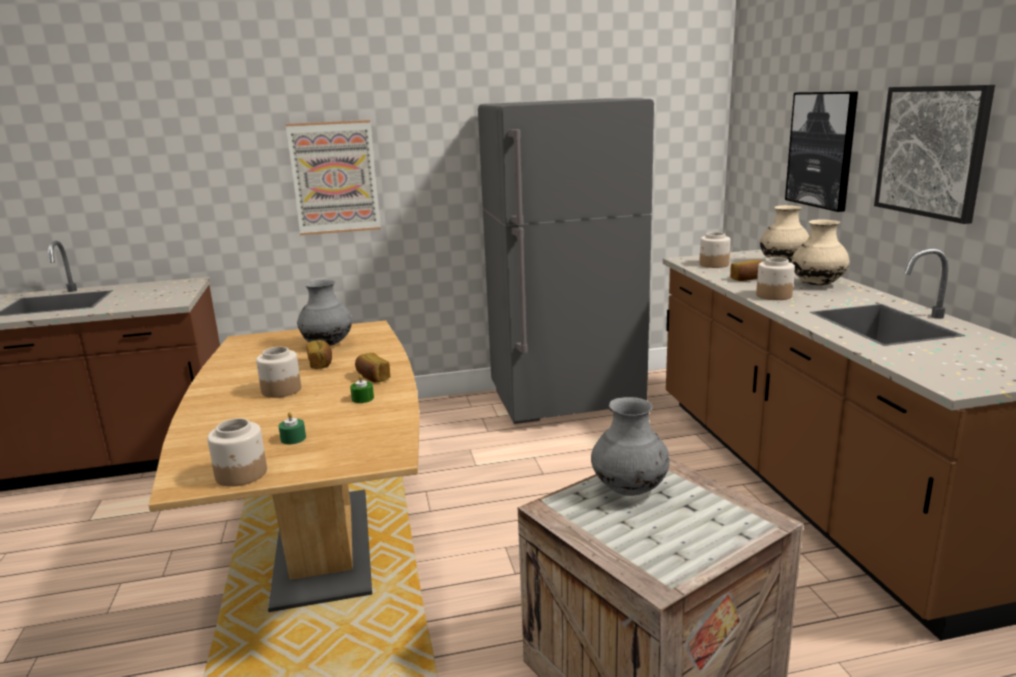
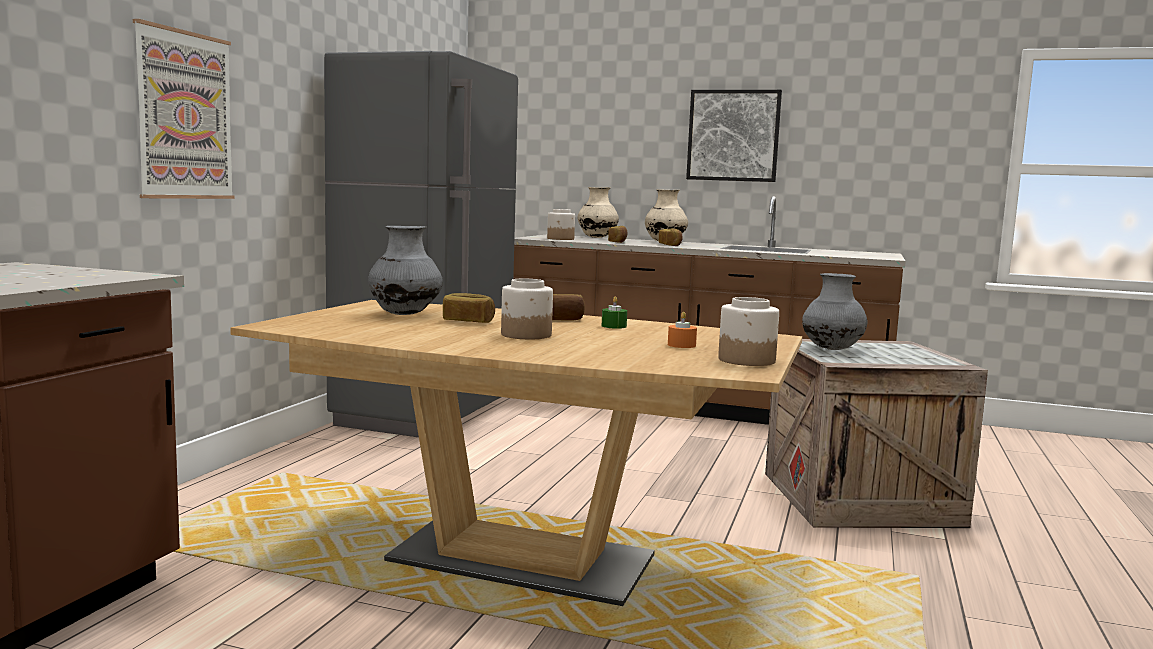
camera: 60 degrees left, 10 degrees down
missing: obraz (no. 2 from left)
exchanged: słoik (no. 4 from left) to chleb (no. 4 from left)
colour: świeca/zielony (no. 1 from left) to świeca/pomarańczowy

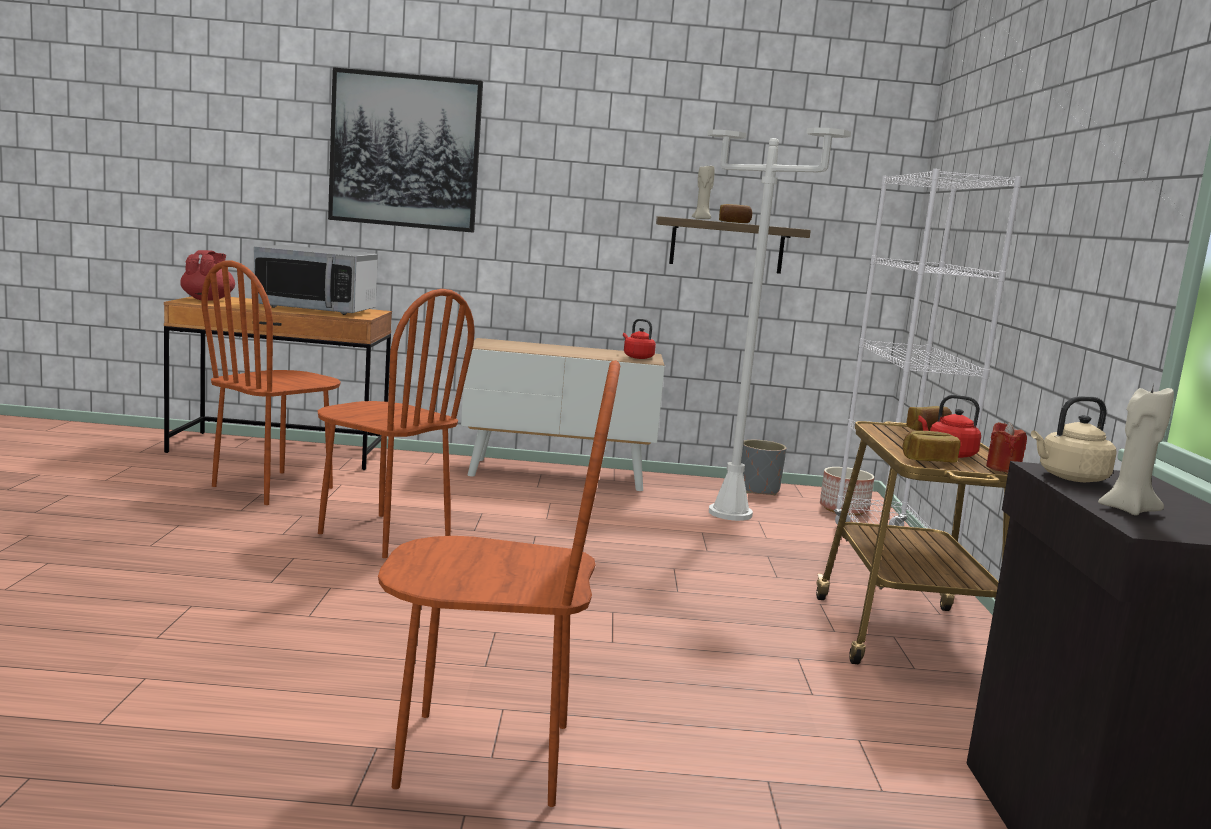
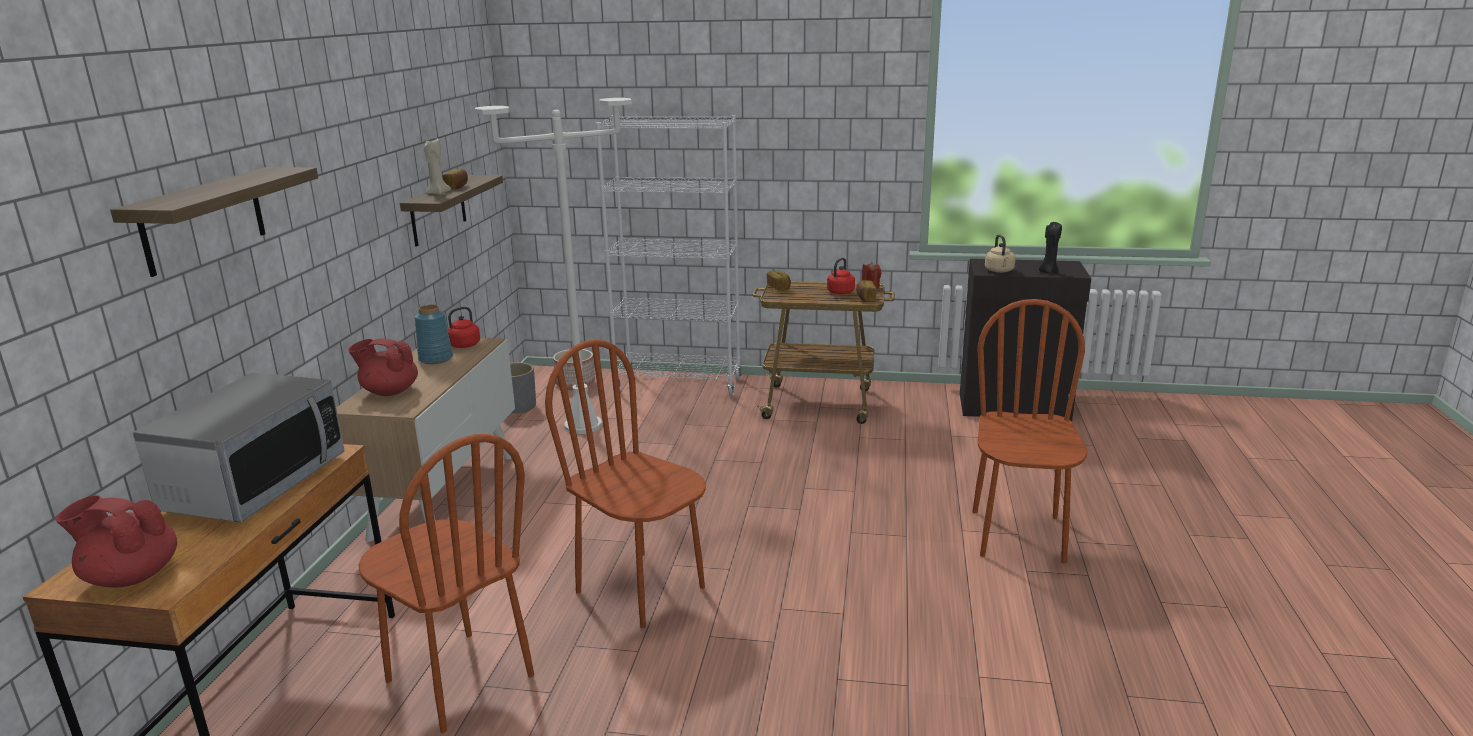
camera: 80 degrees left, 10 degrees up
appeared: imbryk/czerwony (no. 2 from left); wazon/niebieski
exchanged: obraz to półka (no. 1 from left)
colour: świeca/beżowy (no. 2 from left) to świeca/czarny
spun: krzesło/brązowy (no. 2 from left) 90 degrees counterclockwise

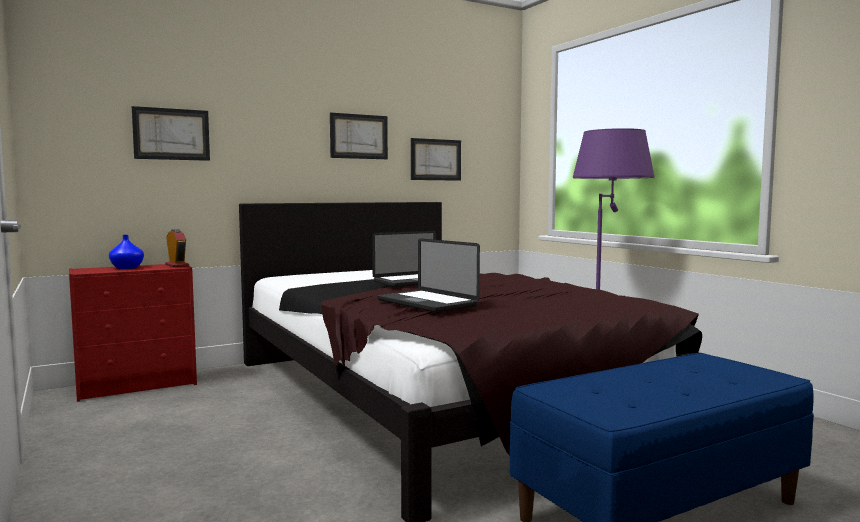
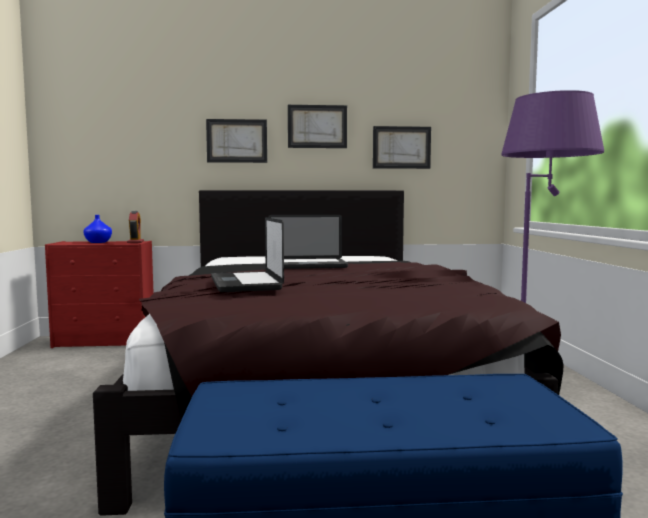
camera: 25 degrees right, 0 degrees up
relocated: obraz (no. 1 from left)

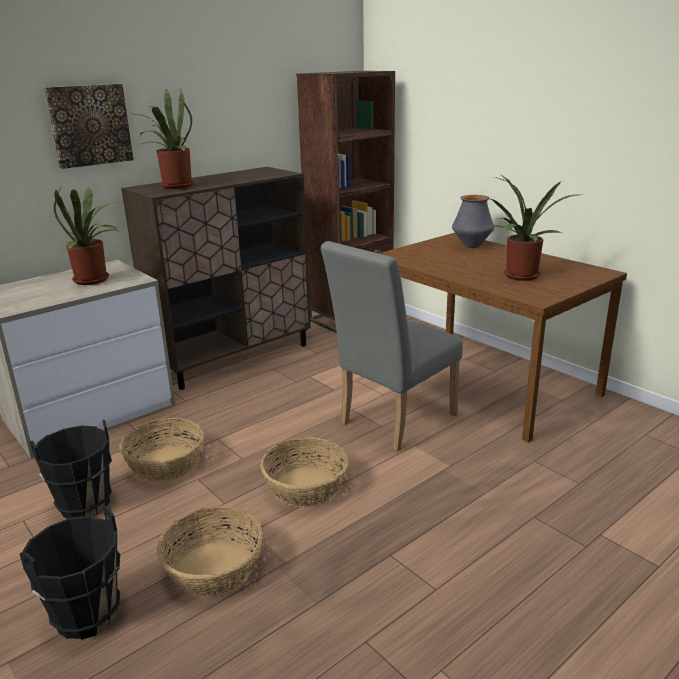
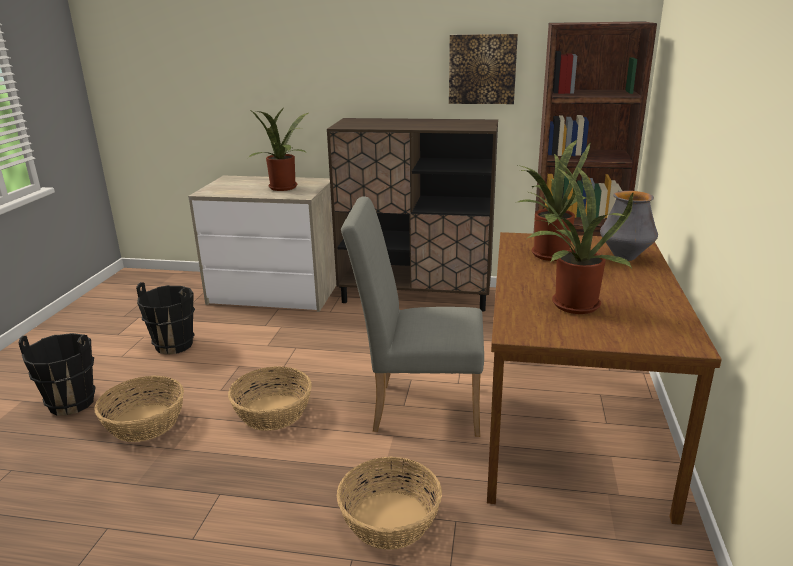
camera: 50 degrees right, 0 degrees up
relocated: obraz; koszyk (no. 1 from left in the first image) to koszyk (no. 3 from left); roślina doniczkowa (no. 2 from left)

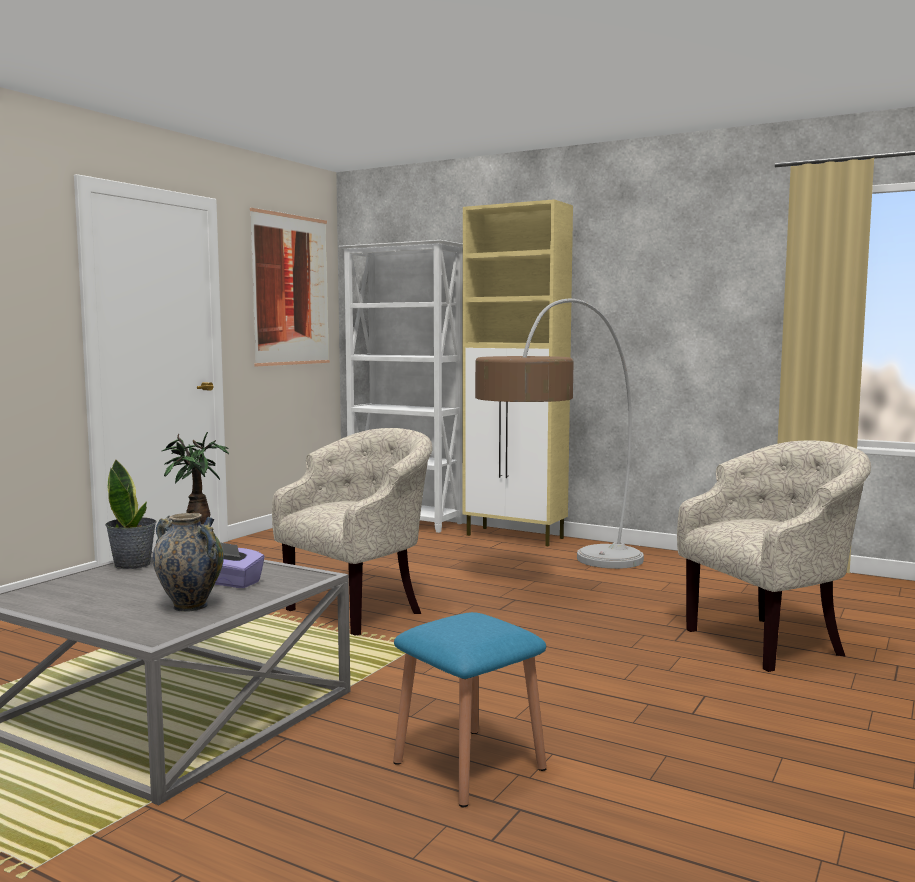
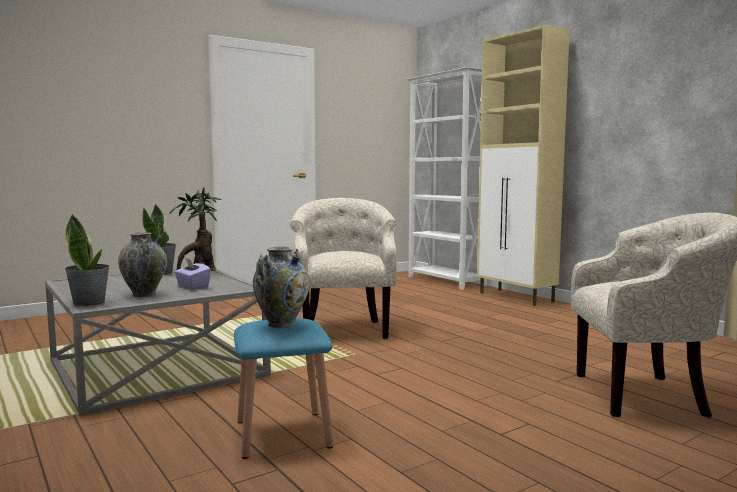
camera: 25 degrees right, 0 degrees up
missing: obraz; lampa stojąca
appeared: roślina doniczkowa (no. 1 from left); wazon (no. 2 from left)
spun: fotel/beżowy (no. 1 from left) 75 degrees counterclockwise

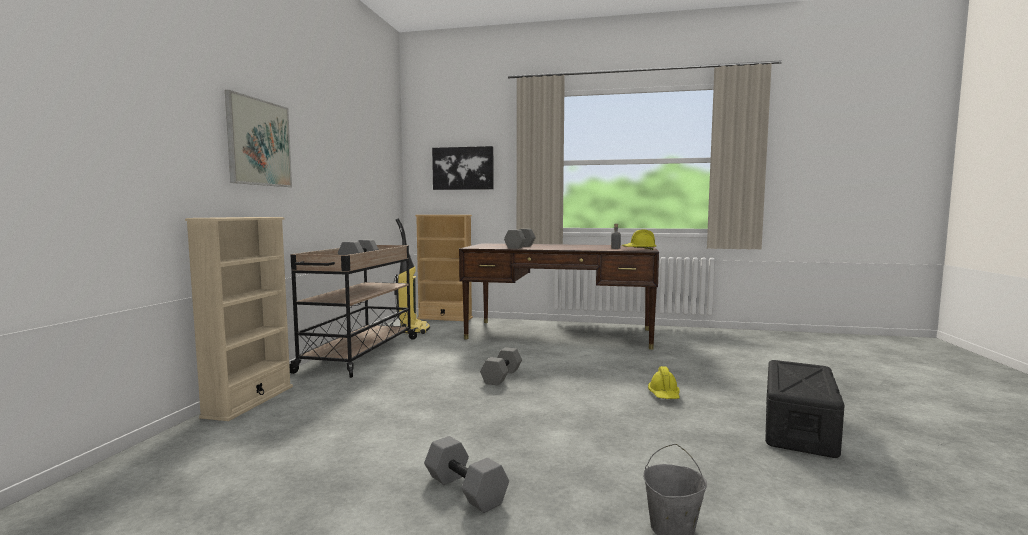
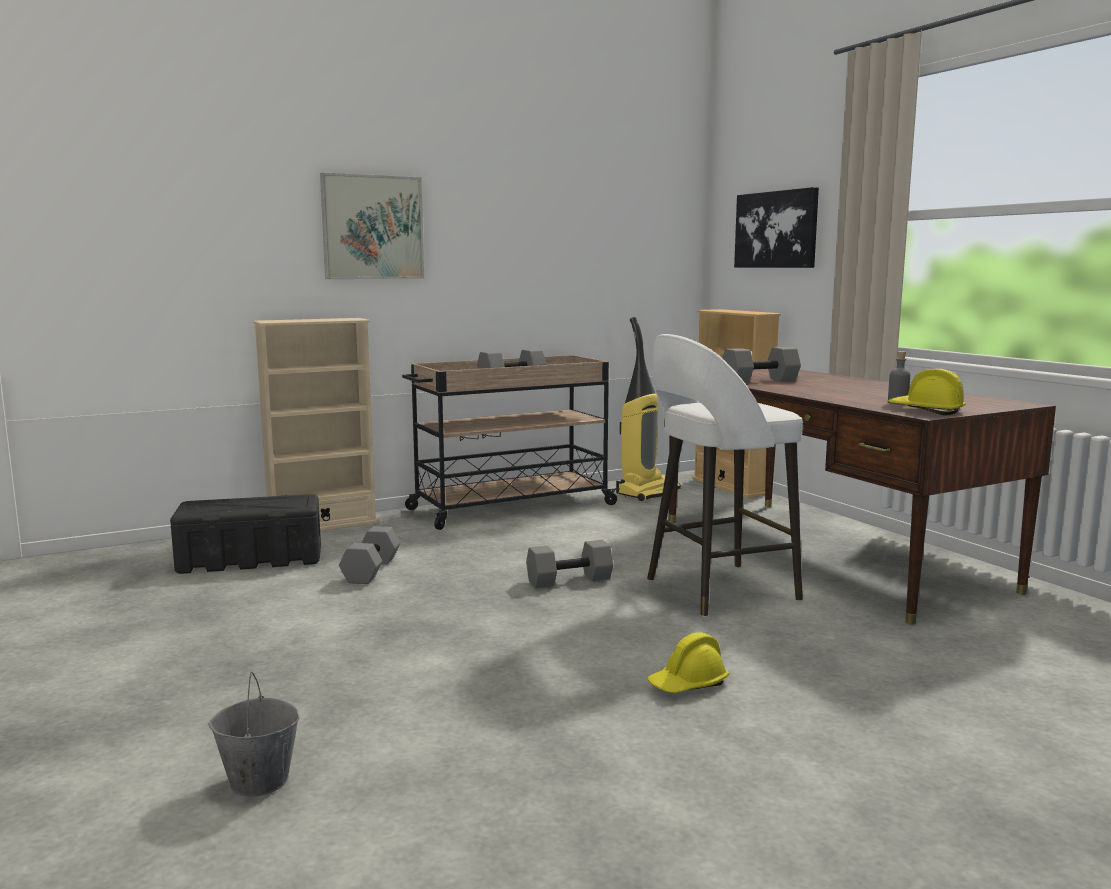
camera: 50 degrees right, 5 degrees up
appeared: stołek/biały
relocated: hantel/szary (no. 2 from left in the first image) to hantel/szary (no. 1 from left); pojemnik do przechowywania/czarny

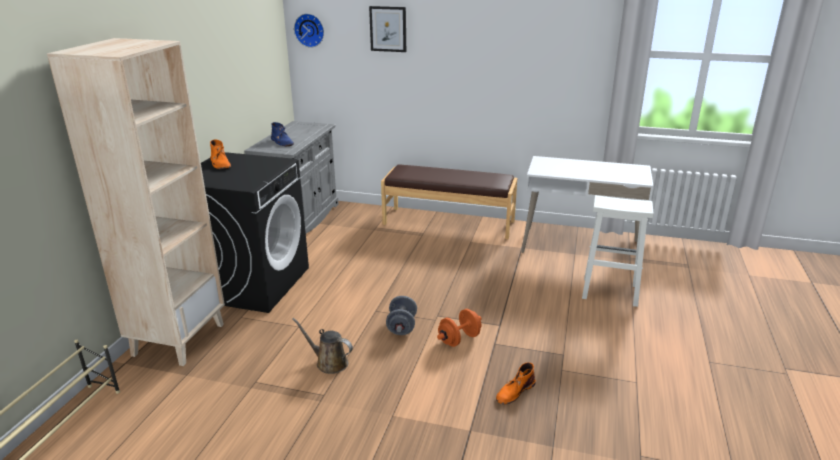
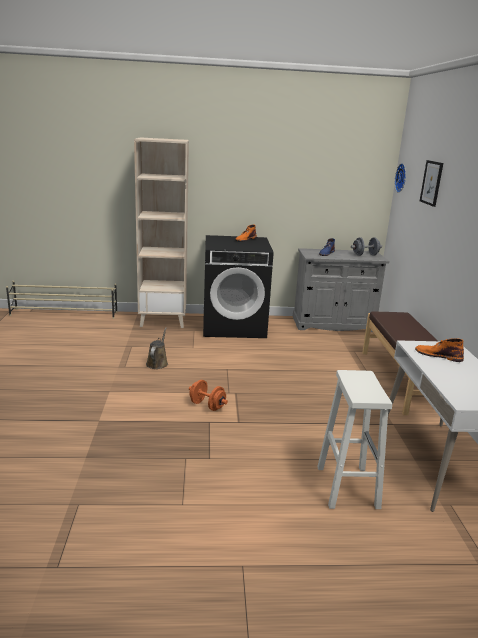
camera: 70 degrees right, 5 degrees down
relocated: hantel/szary; but z cholewką/pomarańczowy (no. 2 from left)

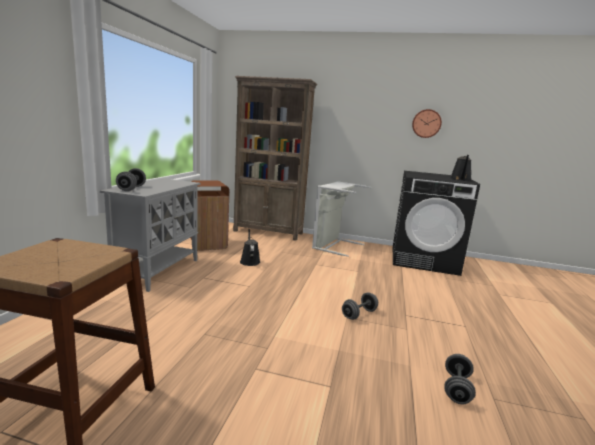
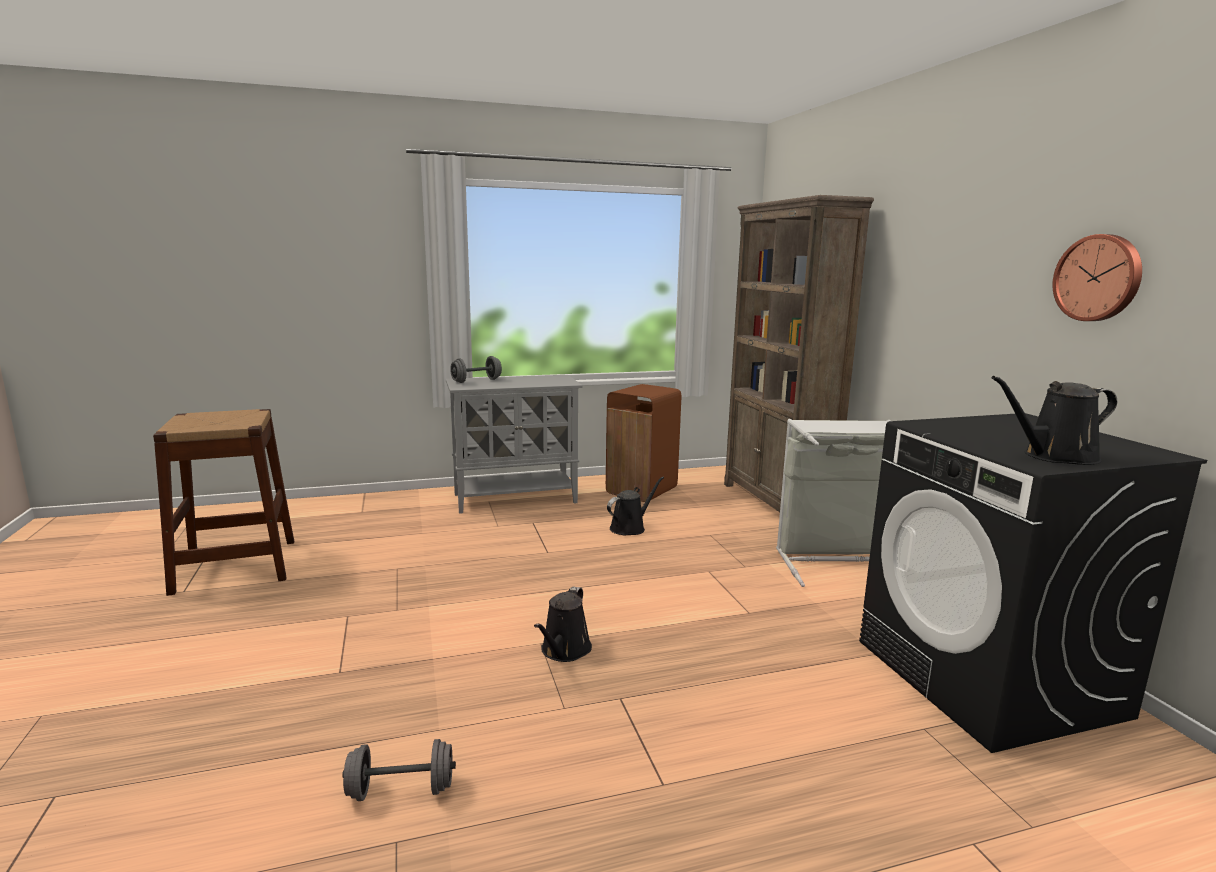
camera: 60 degrees right, 0 degrees up
exchanged: hantel/szary (no. 2 from left) to konewka/czarny (no. 1 from left)

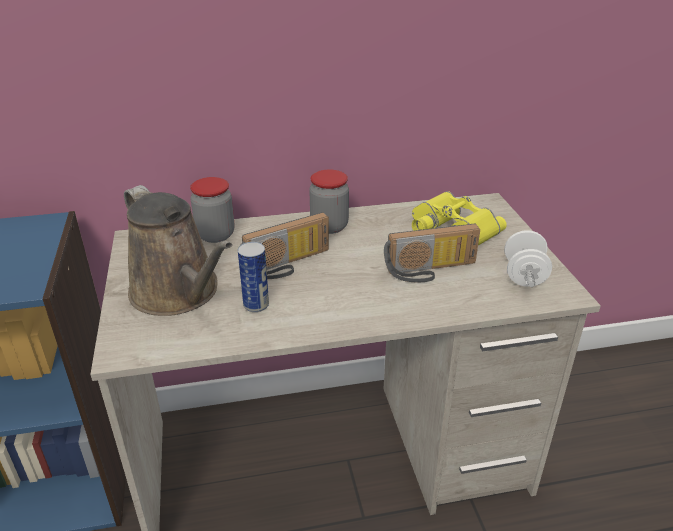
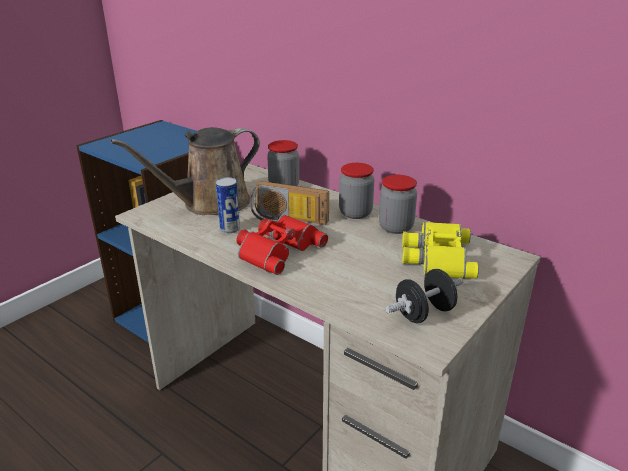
camera: 50 degrees right, 5 degrees down
missing: radio (no. 2 from left)
appeared: lornetka/czerwony; słoik (no. 3 from left)
colour: hantel/biały to hantel/czarny
spun: konewka/brązowy 45 degrees clockwise

